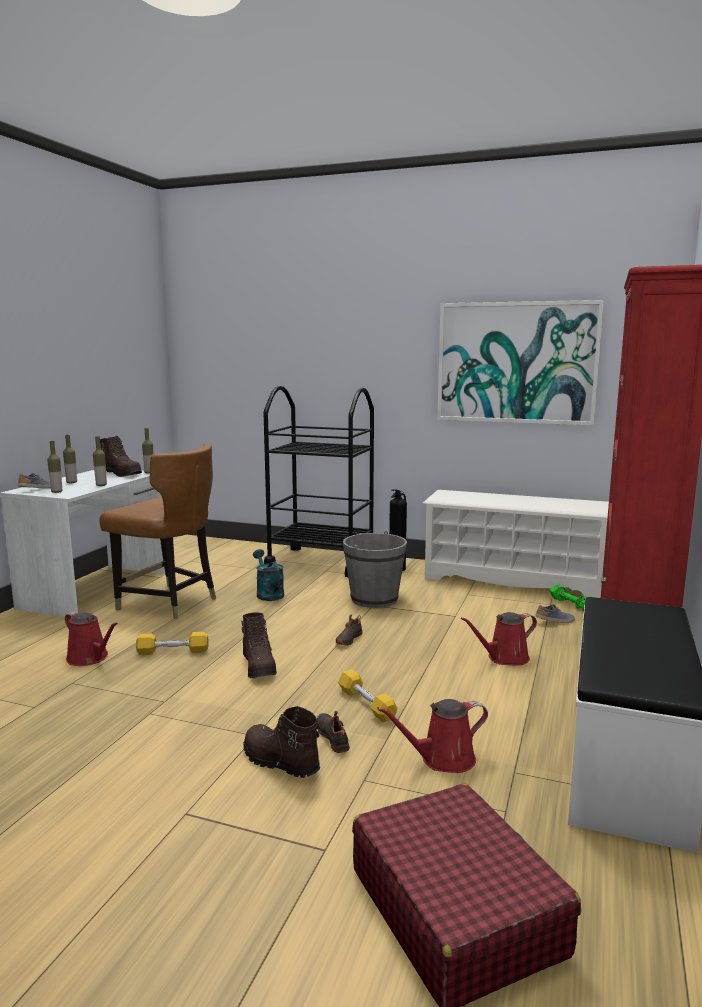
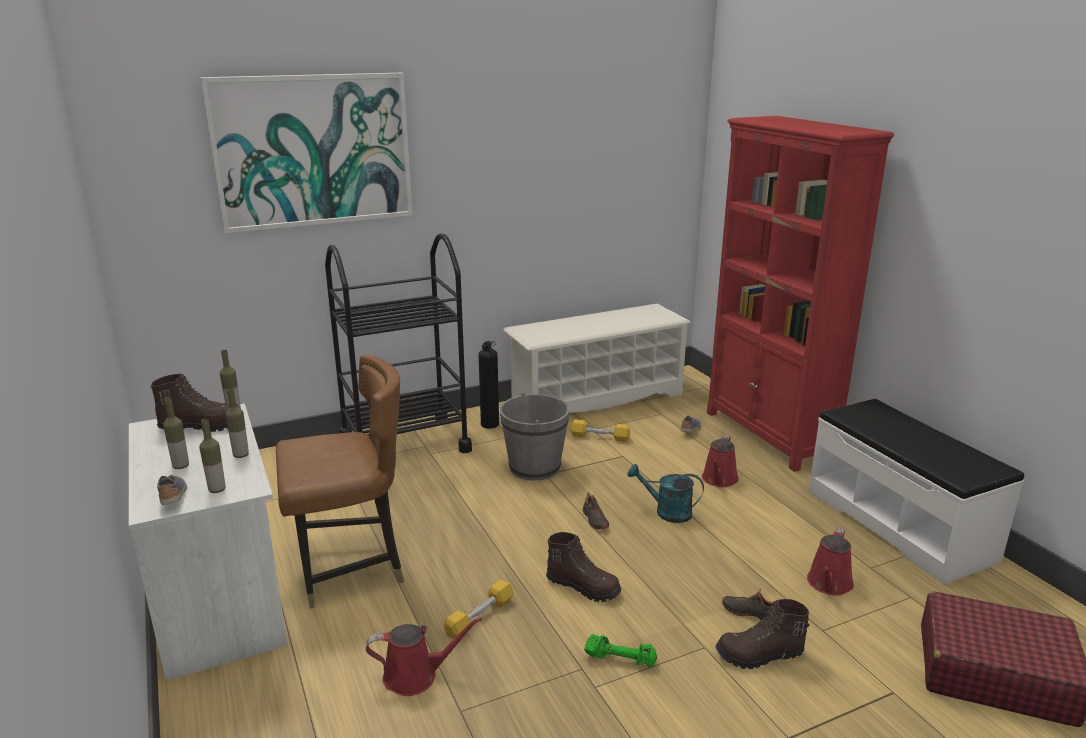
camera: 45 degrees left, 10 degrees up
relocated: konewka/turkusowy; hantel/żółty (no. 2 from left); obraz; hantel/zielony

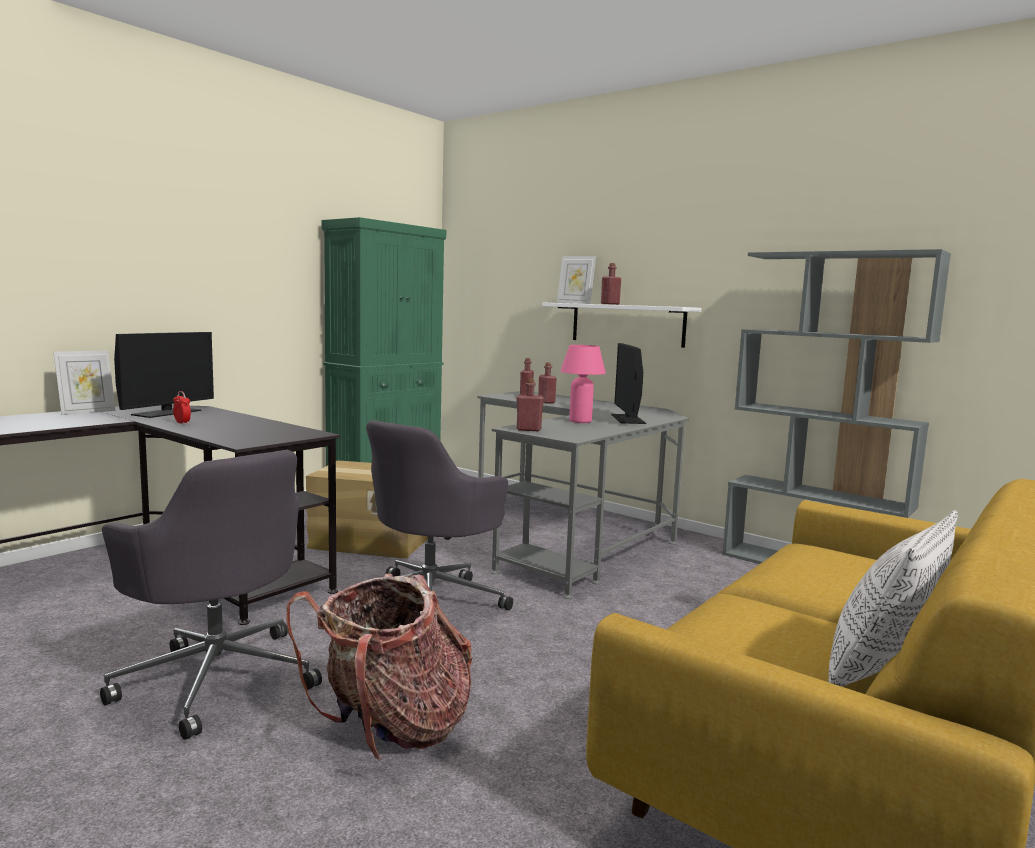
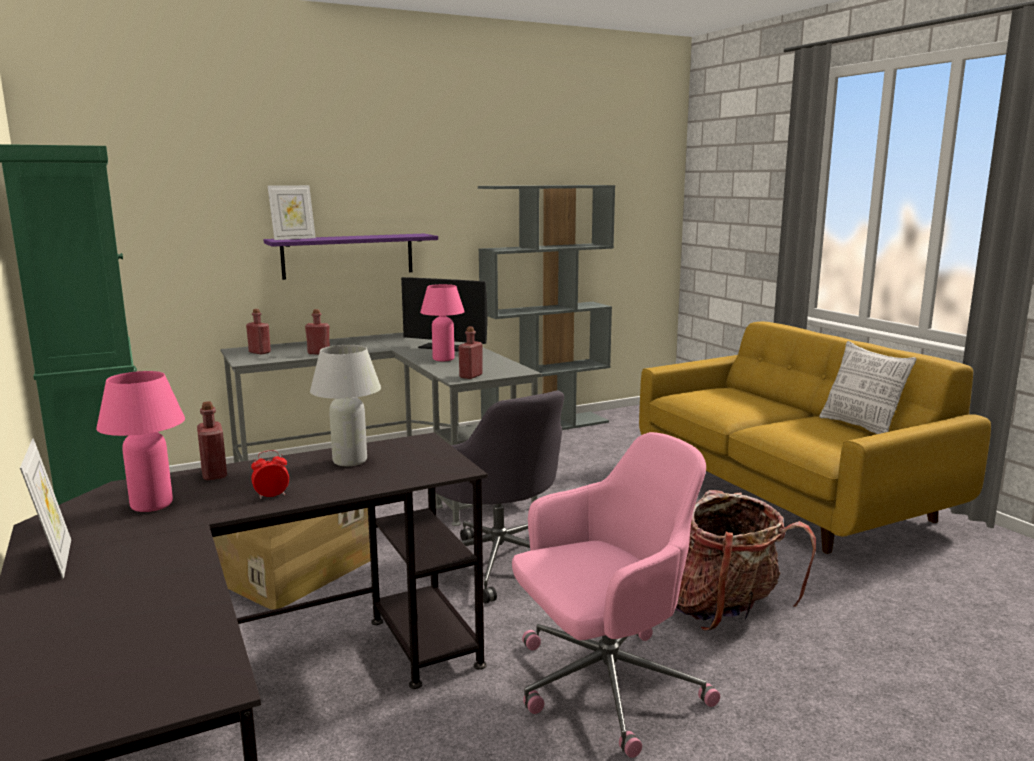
camera: 65 degrees left, 5 degrees up
appeared: lampa stołowa/biały
relocated: butelka/czerwony (no. 4 from left in the first image) to butelka/czerwony (no. 1 from left)
exchanged: monitor (no. 1 from left) to lampa stołowa/różowy (no. 1 from left)
colour: krzesło biurowe/szary (no. 1 from left) to krzesło biurowe/różowy; półka/biały to półka/fioletowy

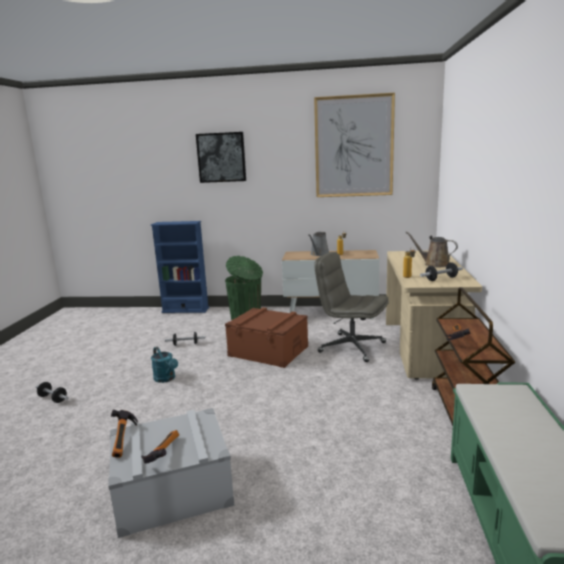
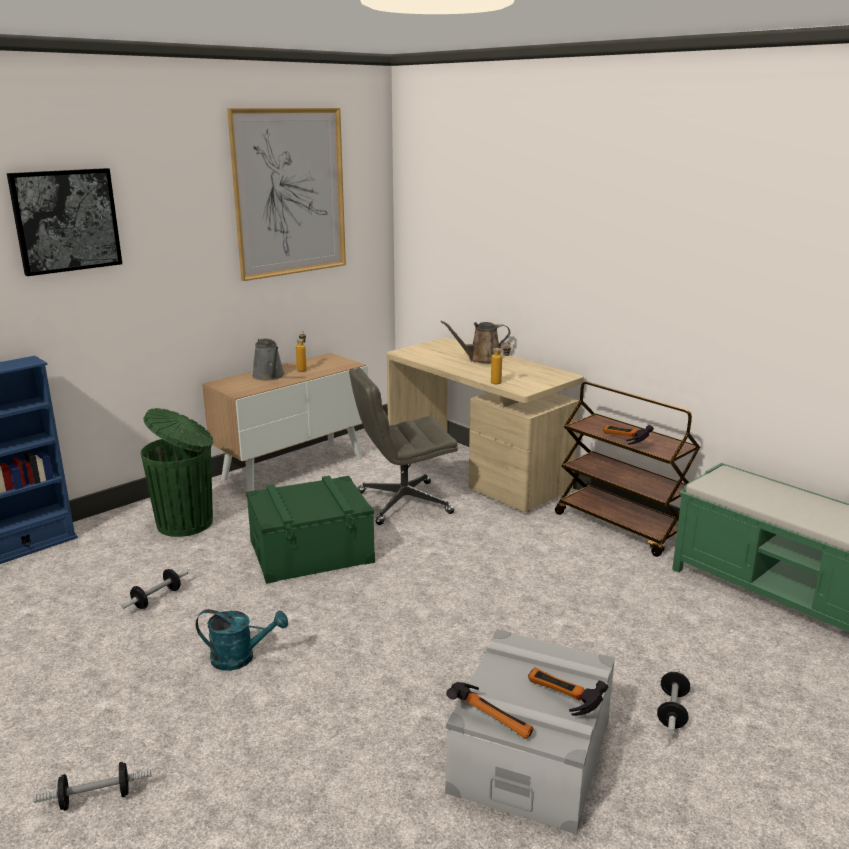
camera: 50 degrees left, 5 degrees up
relocated: hantel (no. 3 from left)
colour: pojemnik do przechowywania/brązowy to pojemnik do przechowywania/zielony

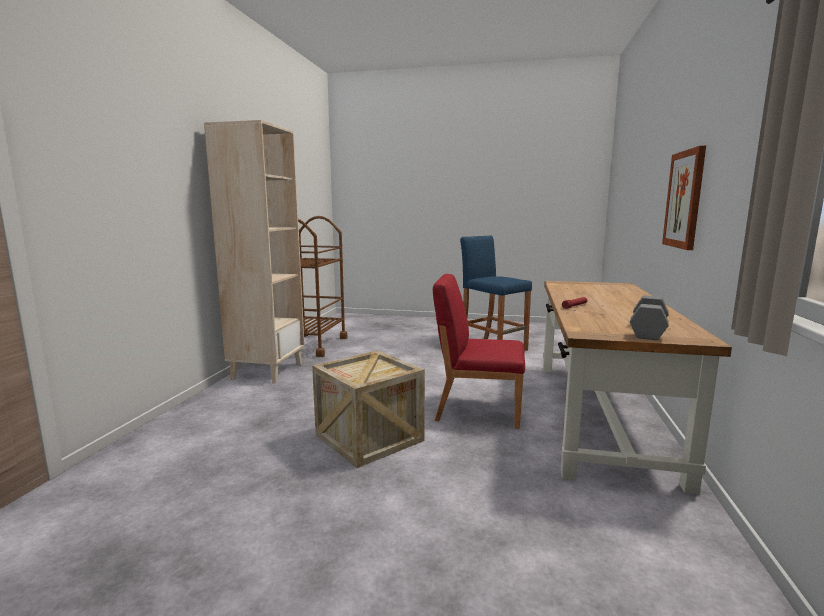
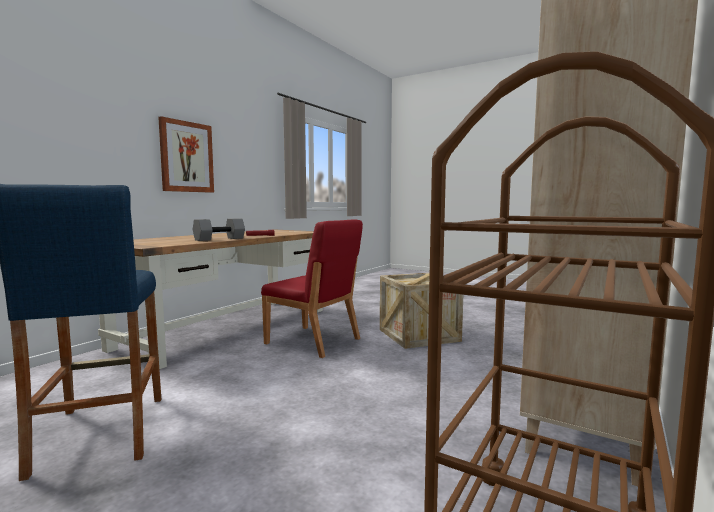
camera: 160 degrees left, 5 degrees down
relocated: hantel/szary

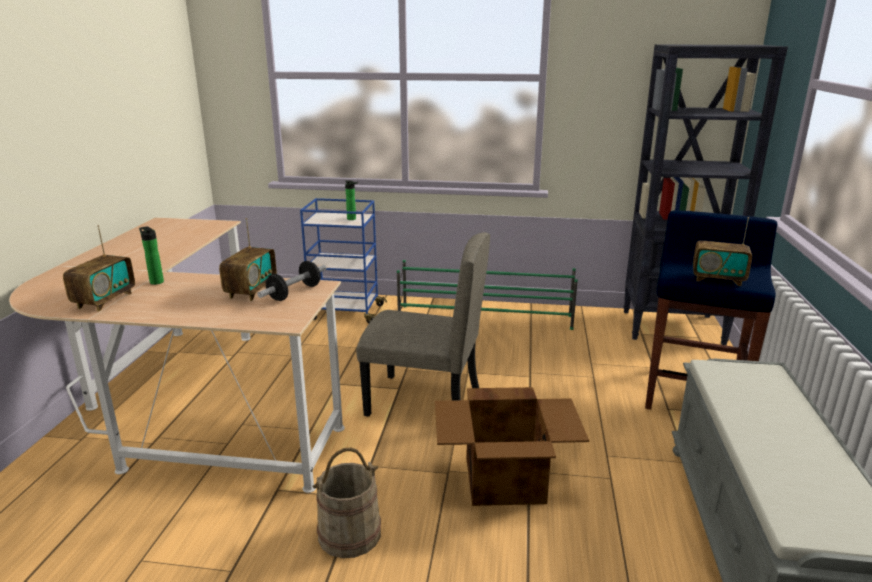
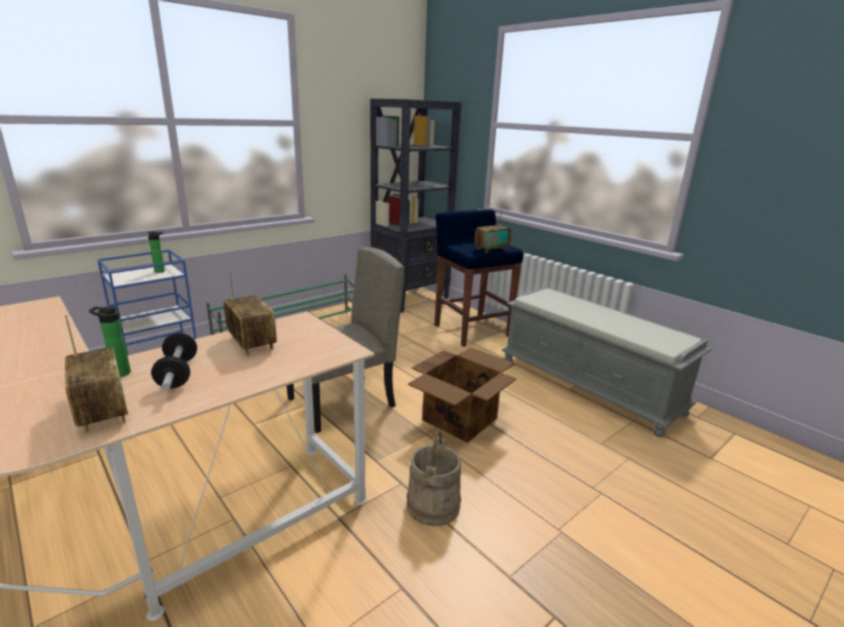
camera: 50 degrees left, 0 degrees up
relocated: hantel

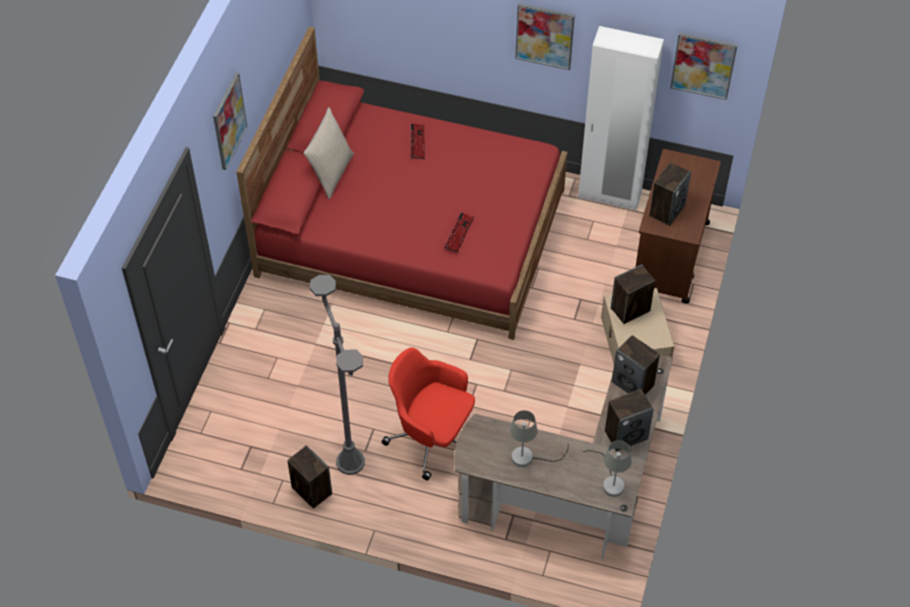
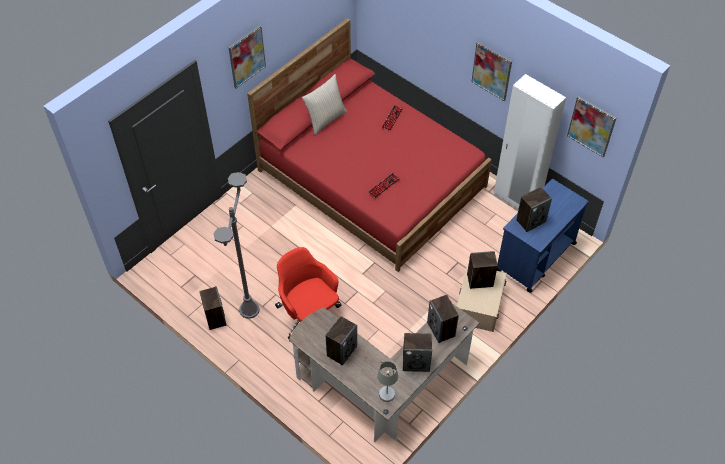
camera: 25 degrees right, 0 degrees up
exchanged: lampa stołowa/szary (no. 1 from left) to głośnik (no. 2 from left)
colour: wózek/brązowy to wózek/niebieski

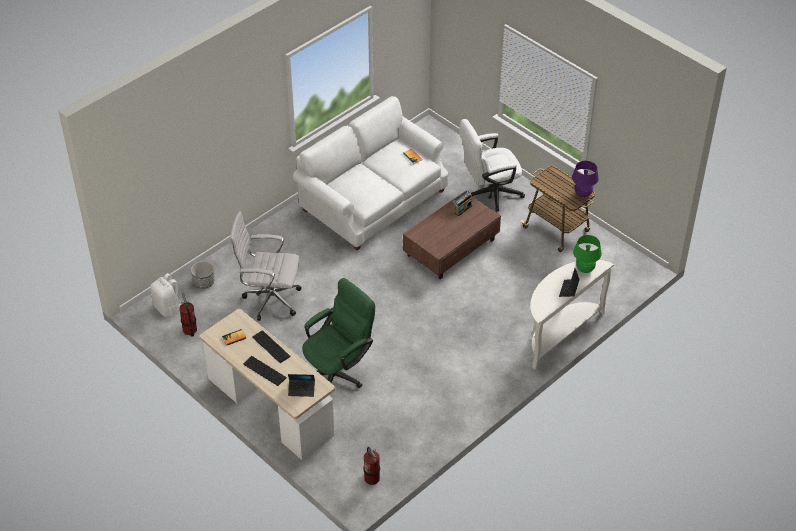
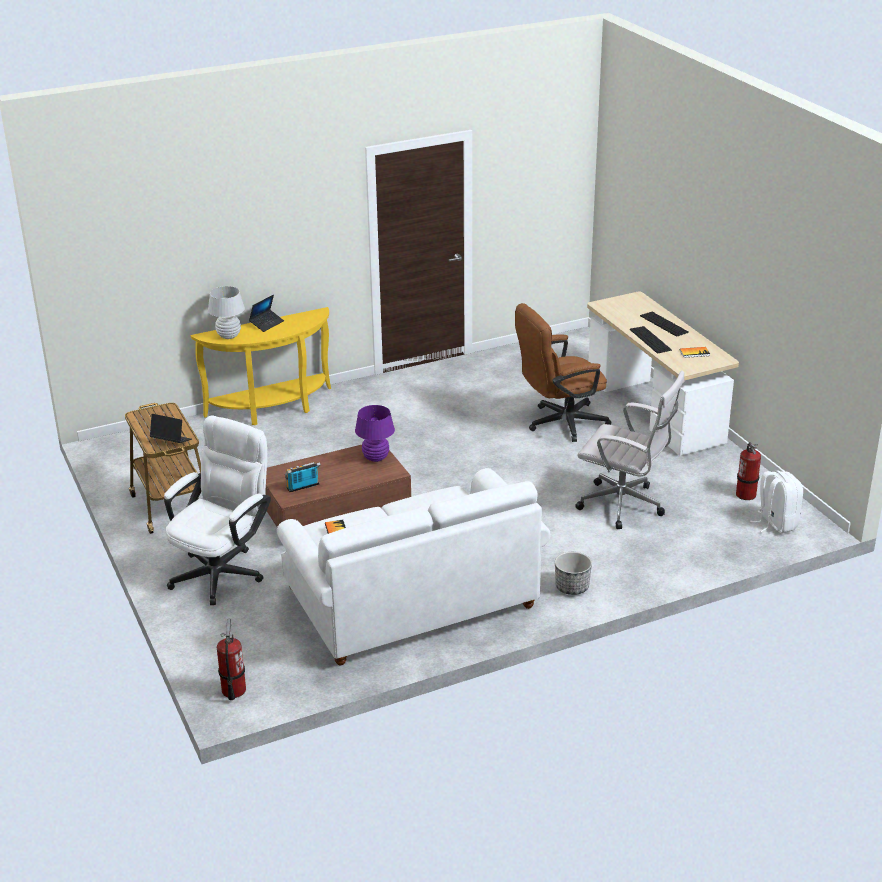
camera: 160 degrees left, 15 degrees down
relocated: donica; laptop (no. 1 from left); gaśnica (no. 2 from left in the first image) to gaśnica (no. 1 from left); lampa stołowa/fioletowy
colour: krzesło biurowe/zielony to krzesło biurowe/brązowy; stolik konsolowy/biały to stolik konsolowy/żółty; lampa stołowa/zielony to lampa stołowa/biały
spun: krzesło biurowe/biały (no. 2 from left in the first image) 60 degrees counterclockwise

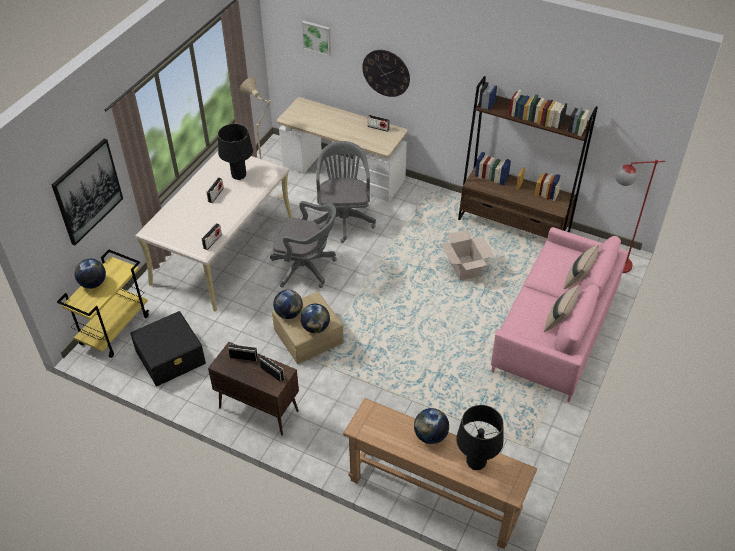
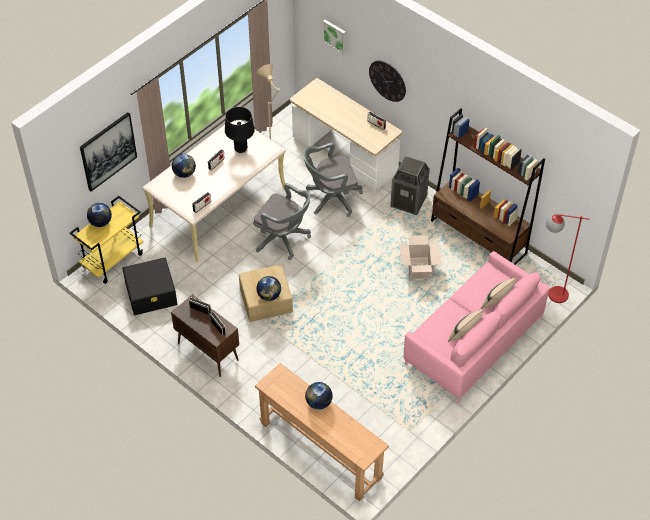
camera: 15 degrees right, 5 degrees up
missing: lampa stołowa/czarny (no. 2 from left)
appeared: kosz na śmieci
relocated: globus (no. 2 from left)
spun: krzesło biurowe/szary (no. 2 from left) 120 degrees counterclockwise

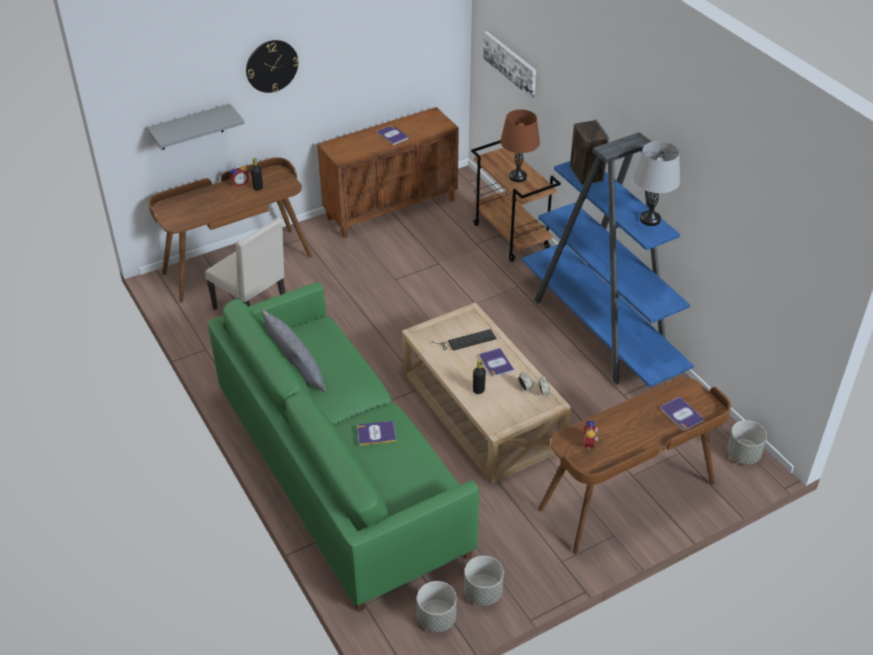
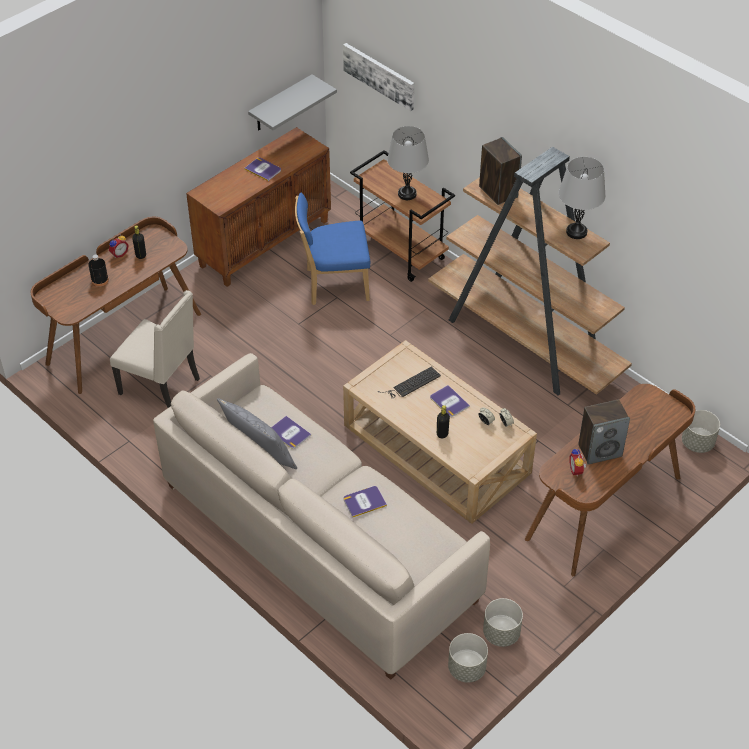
camera: 15 degrees left, 5 degrees up
missing: zegar ścienny
appeared: butelka/czarny (no. 1 from left); krzesło/niebieski; głośnik (no. 2 from left)
relocated: półka/szary; książka (no. 4 from left in the first image) to książka (no. 2 from left)
colour: kanapa/zielony to kanapa/beżowy; lampa stołowa/brązowy to lampa stołowa/szary (no. 1 from left); regał/niebieski to regał/brązowy

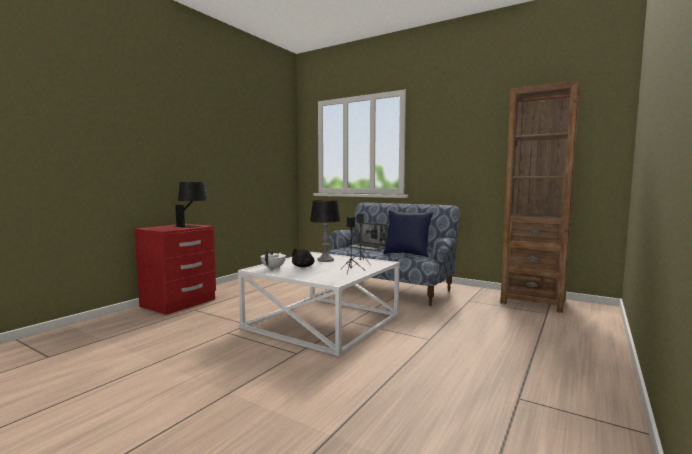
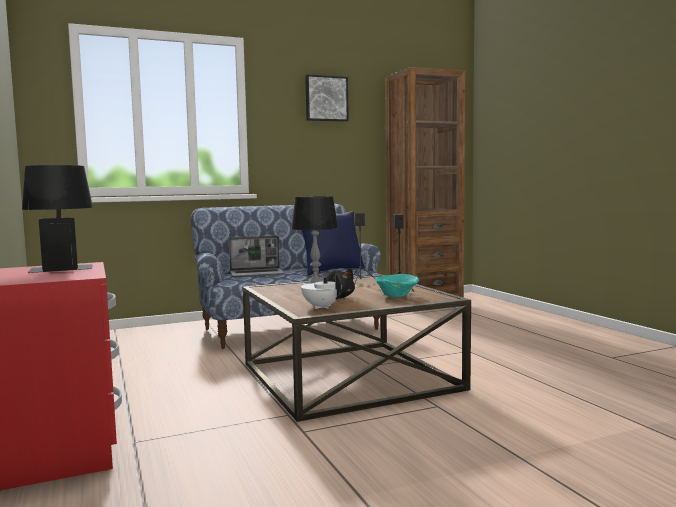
camera: 55 degrees left, 0 degrees up
appeared: obraz; miska/turkusowy
colour: ława/biały to ława/brązowy

